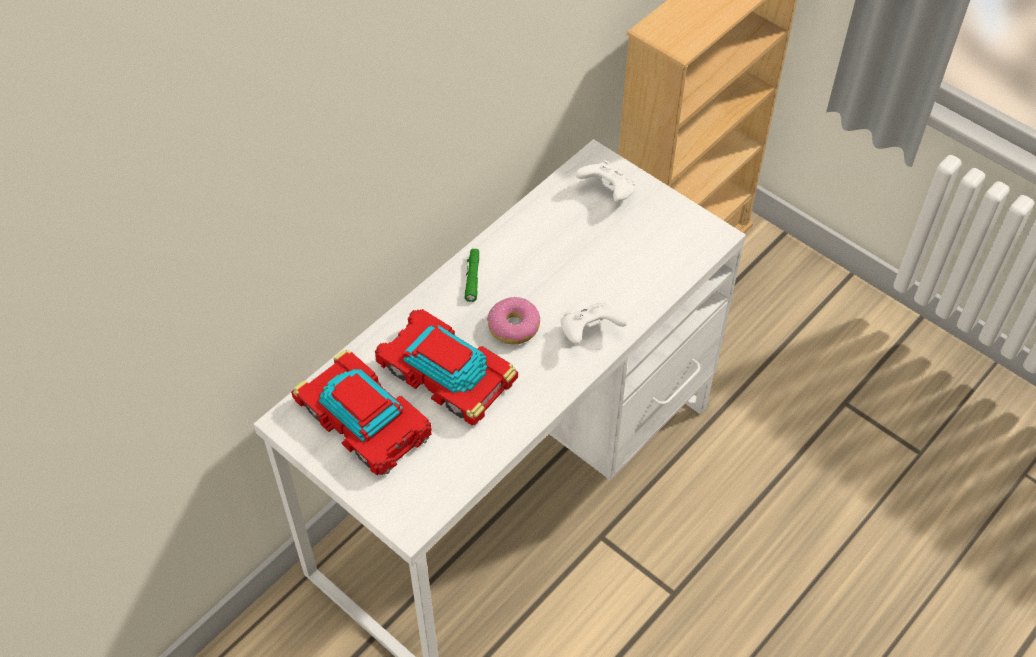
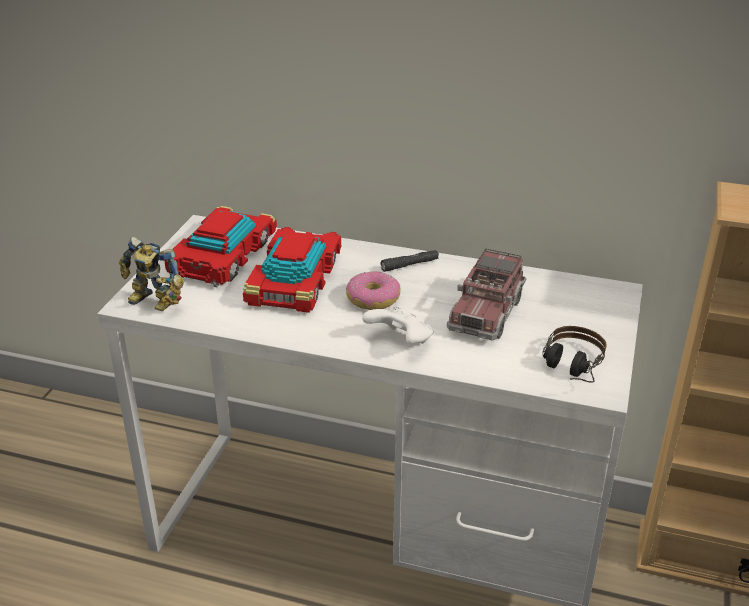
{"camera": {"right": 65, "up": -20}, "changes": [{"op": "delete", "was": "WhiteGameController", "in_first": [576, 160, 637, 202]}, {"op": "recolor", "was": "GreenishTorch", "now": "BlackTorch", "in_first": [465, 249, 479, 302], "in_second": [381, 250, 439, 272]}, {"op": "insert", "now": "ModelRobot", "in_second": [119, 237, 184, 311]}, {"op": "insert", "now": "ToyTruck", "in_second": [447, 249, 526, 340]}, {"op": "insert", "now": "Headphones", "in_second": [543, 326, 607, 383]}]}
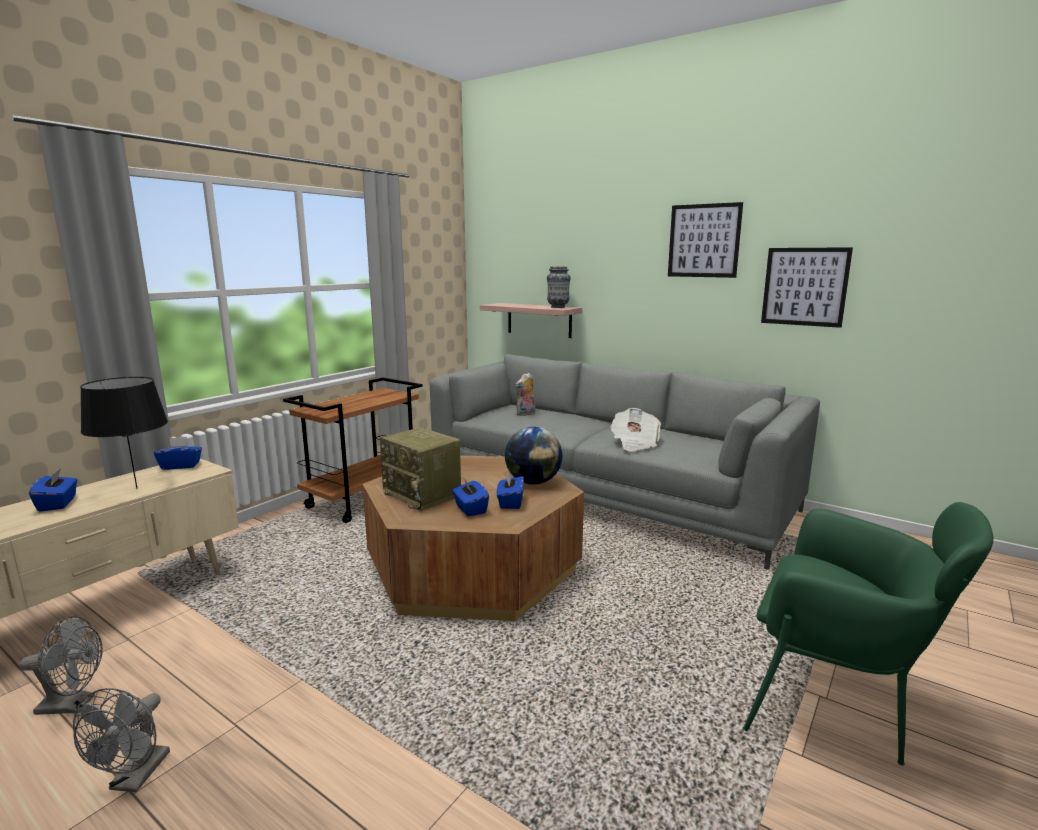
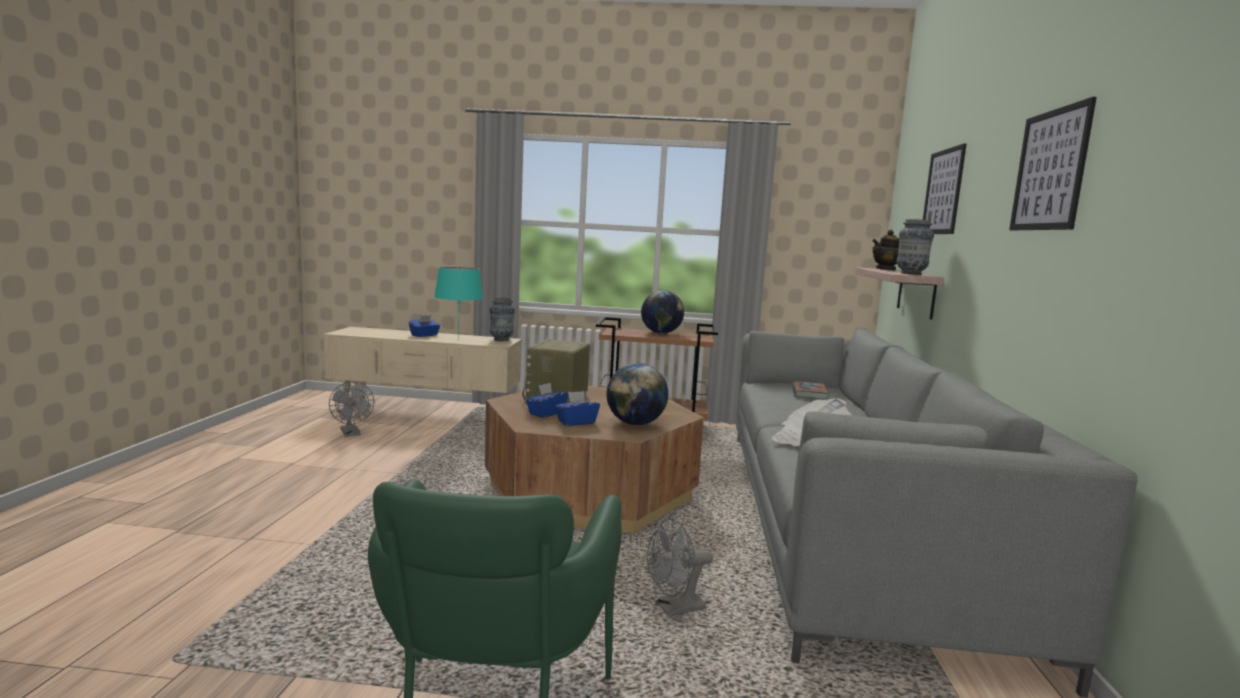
{"camera": {"right": 60, "up": -5}, "changes": [{"op": "move", "was": "WallArt", "in_first": [761, 247, 853, 328], "in_second": [923, 143, 967, 234]}, {"op": "replace", "was": "PlushToy", "now": "Book", "in_first": [515, 373, 535, 416], "in_second": [792, 381, 829, 400]}, {"op": "recolor", "was": "BlackTableLamp", "now": "TurquoiseColouredTableLamp", "in_first": [80, 377, 168, 489], "in_second": [434, 267, 483, 340]}, {"op": "replace", "was": "BlueColouredBoxOfTissues", "now": "Vase", "in_first": [154, 437, 202, 470], "in_second": [489, 297, 515, 341]}, {"op": "move", "was": "GreyFan", "in_first": [73, 688, 170, 792], "in_second": [647, 518, 713, 616]}, {"op": "insert", "now": "TeaPot", "in_second": [872, 230, 899, 270]}, {"op": "insert", "now": "DeskGlobe", "in_second": [641, 290, 684, 334]}]}
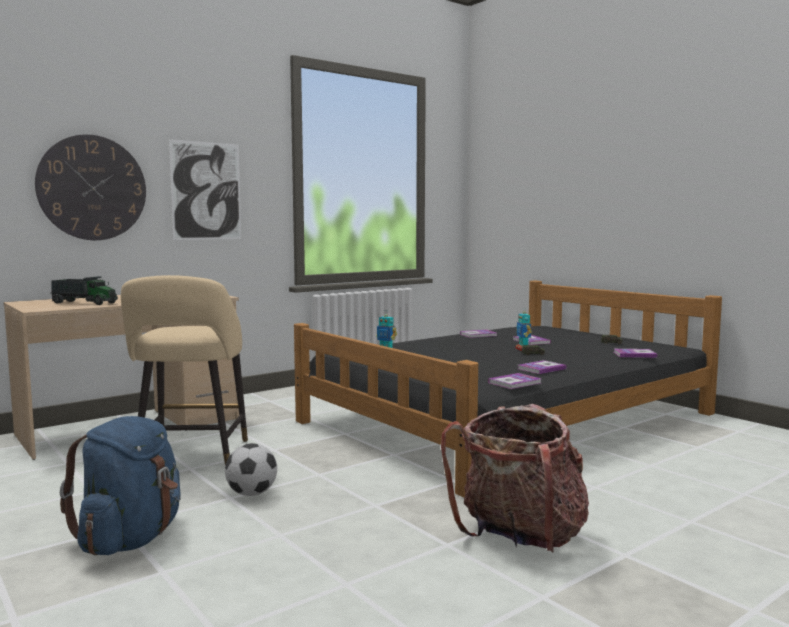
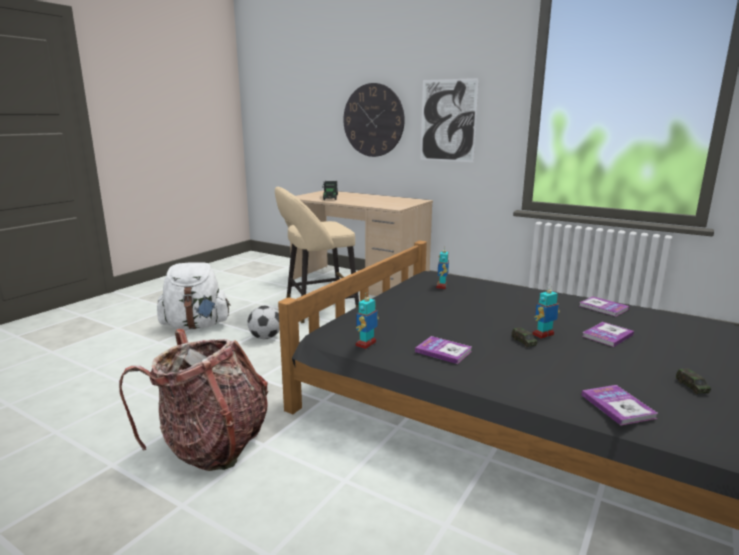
{"camera": {"right": 70, "up": 10}, "changes": [{"op": "replace", "was": "Book", "now": "ModelRobot", "in_first": [488, 373, 541, 389], "in_second": [356, 292, 379, 349]}, {"op": "recolor", "was": "BlueColouredKnapsack", "now": "WhiteKnapsack", "in_first": [60, 416, 181, 555], "in_second": [157, 263, 231, 330]}]}
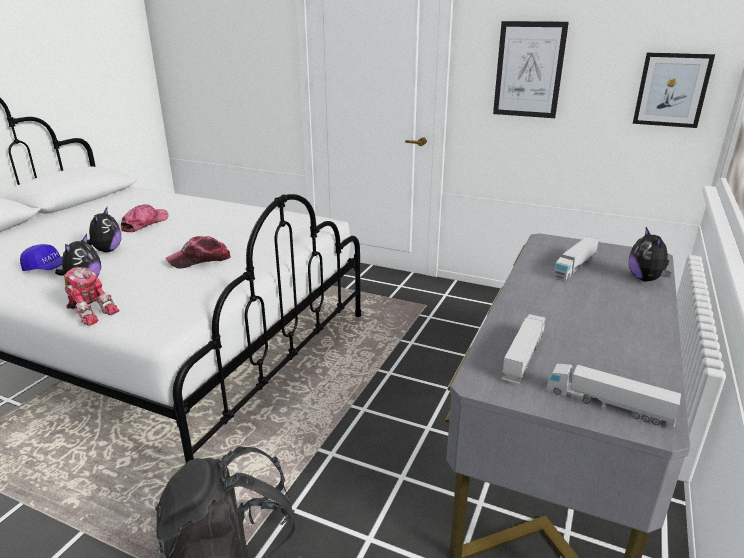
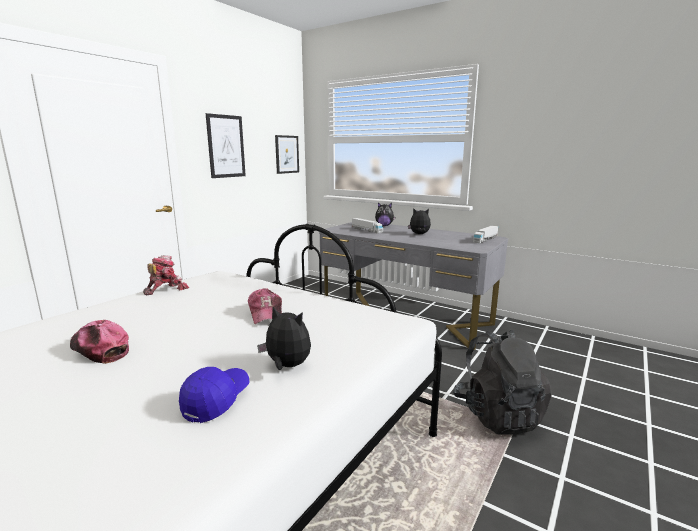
{"camera": {"right": -80, "up": -10}, "changes": [{"op": "move", "was": "PlushToy", "in_first": [81, 207, 121, 252], "in_second": [408, 208, 431, 234]}, {"op": "move", "was": "ModelRobot", "in_first": [64, 267, 119, 326], "in_second": [143, 255, 189, 295]}, {"op": "delete", "was": "ToyTruck", "in_first": [502, 314, 545, 384]}]}
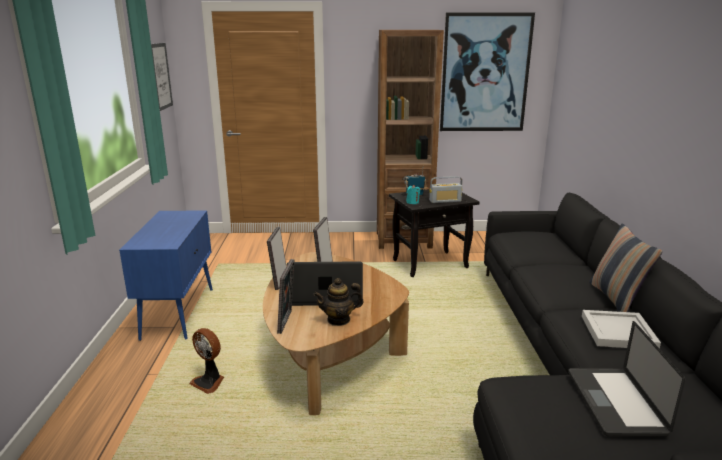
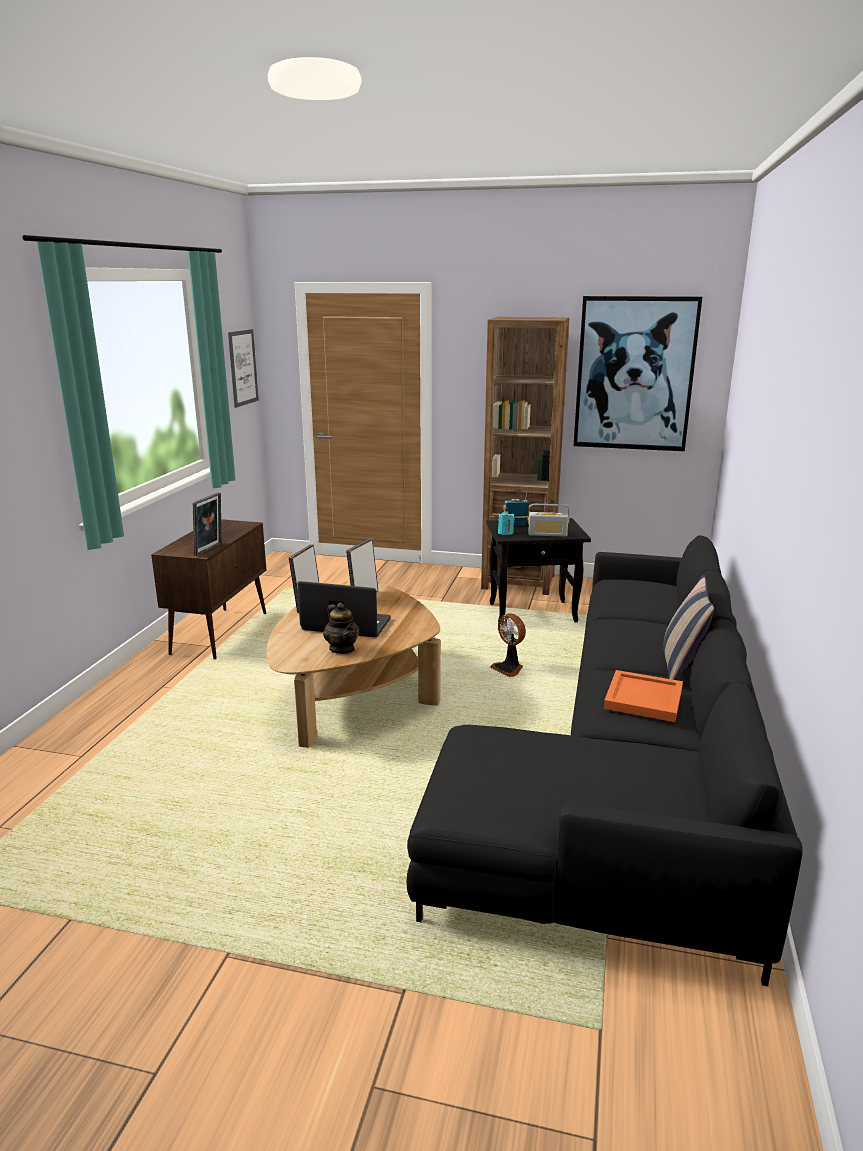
{"camera": {"right": 15, "up": 0}, "changes": [{"op": "recolor", "was": "BlueColouredCabinet", "now": "BrownCabinet", "in_first": [119, 210, 213, 341], "in_second": [151, 519, 266, 660]}, {"op": "move", "was": "PictureFrame", "in_first": [277, 259, 294, 334], "in_second": [193, 492, 221, 556]}, {"op": "rotate", "was": "TeaPot", "in_first": [313, 278, 364, 326], "in_second": [323, 603, 360, 654], "clockwise": -120}, {"op": "recolor", "was": "WhiteTray", "now": "OrangeyTray", "in_first": [582, 310, 661, 349], "in_second": [604, 670, 683, 722]}, {"op": "delete", "was": "Laptop", "in_first": [568, 321, 686, 437]}, {"op": "move", "was": "Fan", "in_first": [189, 328, 224, 394], "in_second": [490, 613, 526, 677]}]}
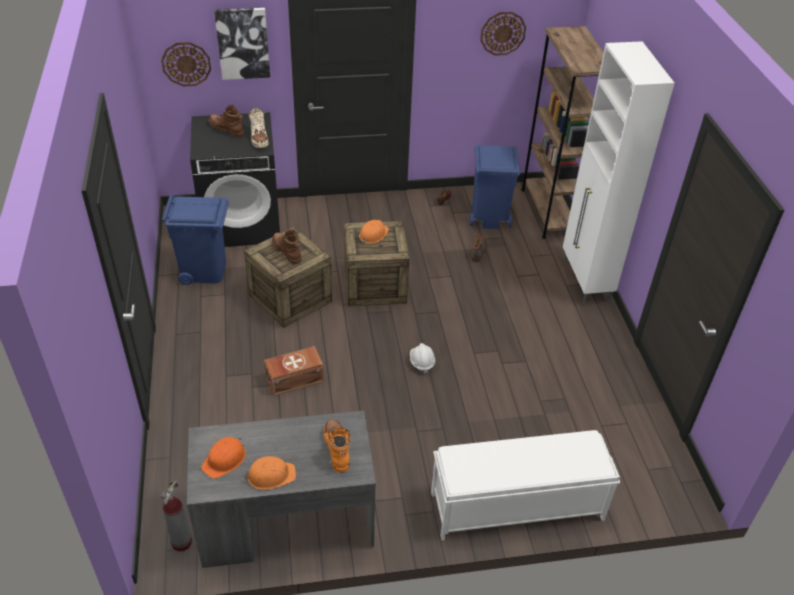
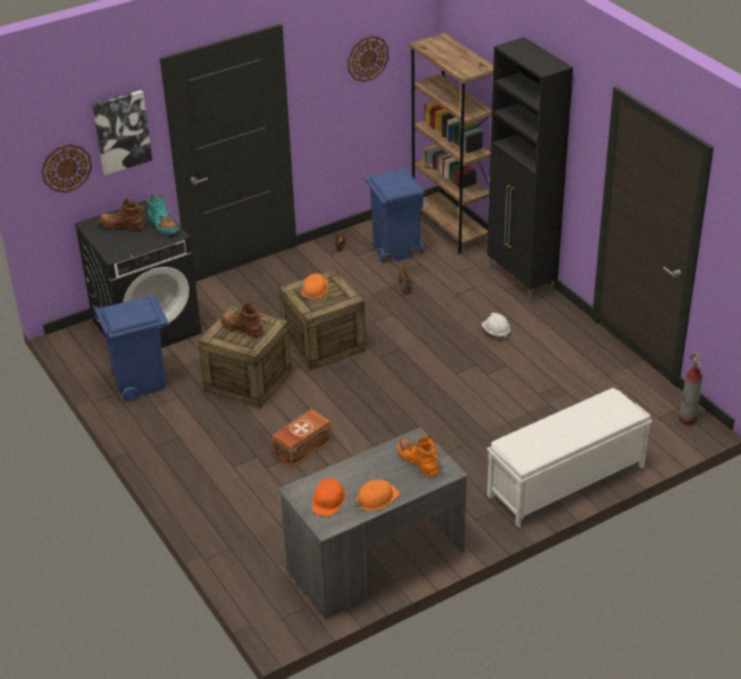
{"camera": {"right": -20, "up": -5}, "changes": [{"op": "recolor", "was": "WhiteCabinet", "now": "BlackCabinet", "in_first": [563, 41, 675, 305], "in_second": [487, 37, 573, 302]}, {"op": "recolor", "was": "BeigeHighTopBoot", "now": "TurquoiseColouredHighTopBoot", "in_first": [248, 107, 269, 148], "in_second": [146, 194, 179, 235]}, {"op": "move", "was": "WhiteWorkHelmet", "in_first": [410, 343, 435, 373], "in_second": [482, 313, 510, 339]}, {"op": "move", "was": "FireExtinguisher", "in_first": [160, 481, 192, 552], "in_second": [679, 351, 702, 425]}]}
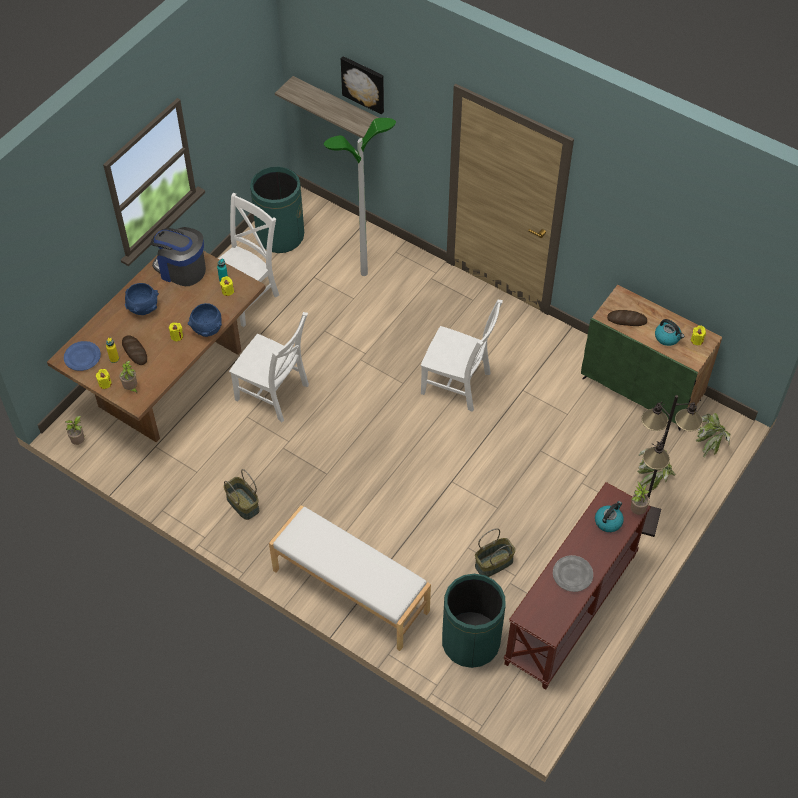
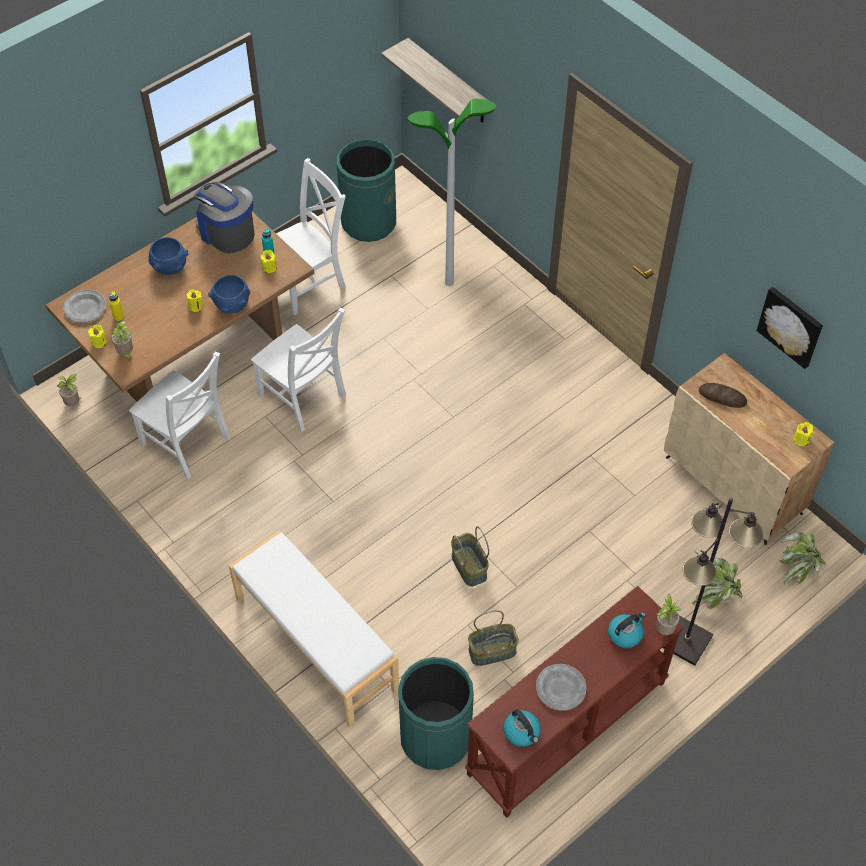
{"camera": {"right": 15, "up": 0}, "changes": [{"op": "move", "was": "WallArt", "in_first": [341, 56, 384, 114], "in_second": [757, 287, 823, 369]}, {"op": "recolor", "was": "GreenishCabinet", "now": "BeigeCabinet", "in_first": [581, 285, 722, 431], "in_second": [664, 353, 835, 545]}, {"op": "move", "was": "WhiteChair", "in_first": [421, 300, 503, 412], "in_second": [129, 352, 231, 479]}, {"op": "move", "was": "TeaKettle", "in_first": [655, 319, 684, 346], "in_second": [503, 709, 541, 747]}, {"op": "delete", "was": "BakedBread", "in_first": [122, 335, 147, 365]}, {"op": "recolor", "was": "BlueColouredPlate", "now": "GreyPlate", "in_first": [64, 341, 101, 371], "in_second": [63, 290, 106, 323]}, {"op": "move", "was": "Basket", "in_first": [224, 469, 259, 520], "in_second": [451, 526, 489, 587]}]}
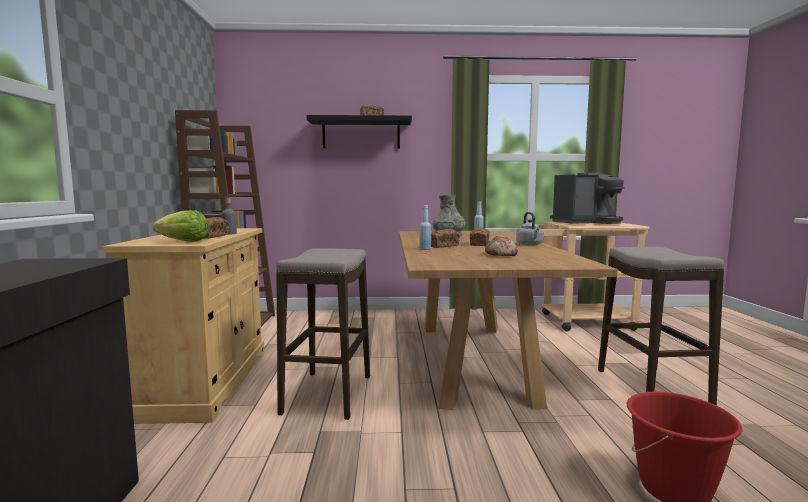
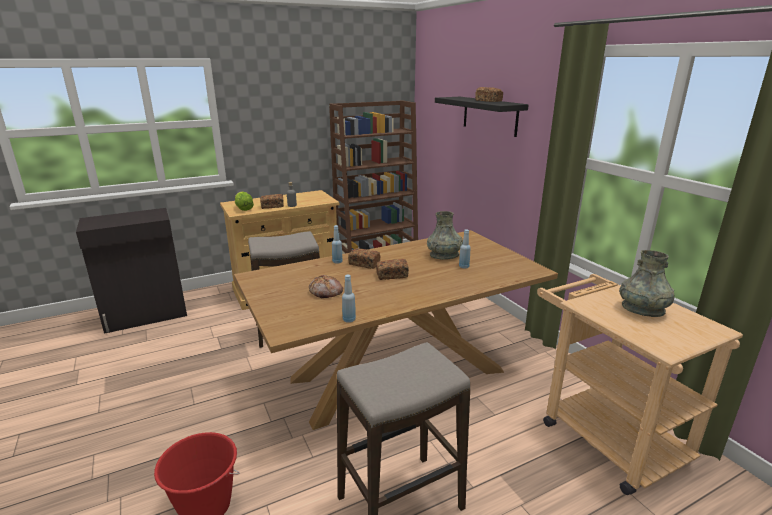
{"camera": {"right": 65, "up": 15}, "changes": [{"op": "replace", "was": "CoffeeMachine", "now": "GreyVase", "in_first": [550, 173, 625, 224], "in_second": [619, 250, 674, 317]}, {"op": "delete", "was": "GreyTeaKettle", "in_first": [516, 212, 543, 245]}, {"op": "insert", "now": "BlueColouredBottle", "in_second": [342, 275, 356, 323]}]}
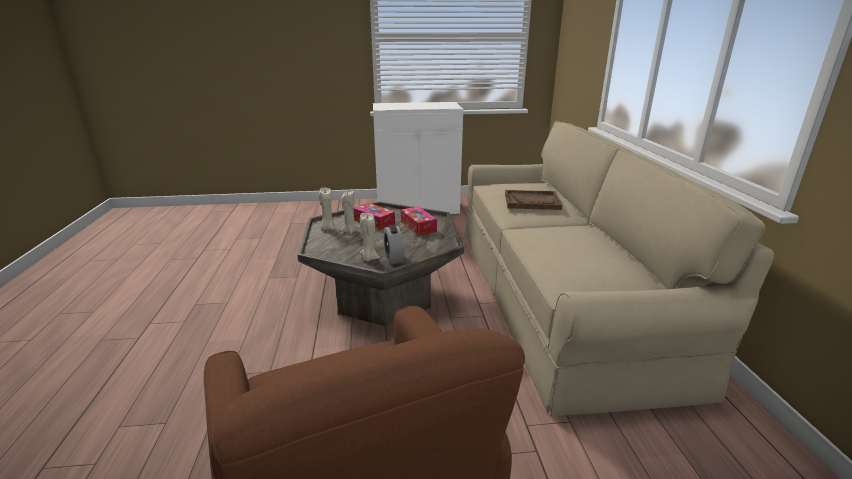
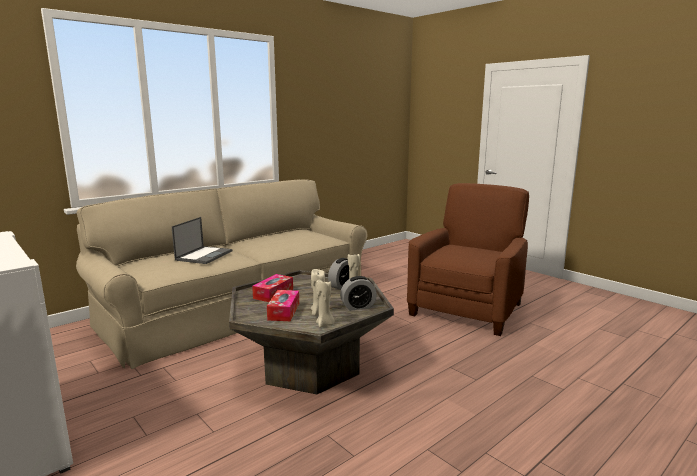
{"camera": {"right": -125, "up": -10}, "changes": [{"op": "replace", "was": "BrownTray", "now": "Laptop", "in_first": [505, 190, 562, 210], "in_second": [172, 217, 232, 264]}, {"op": "insert", "now": "TableClock", "in_second": [340, 276, 377, 311]}]}
